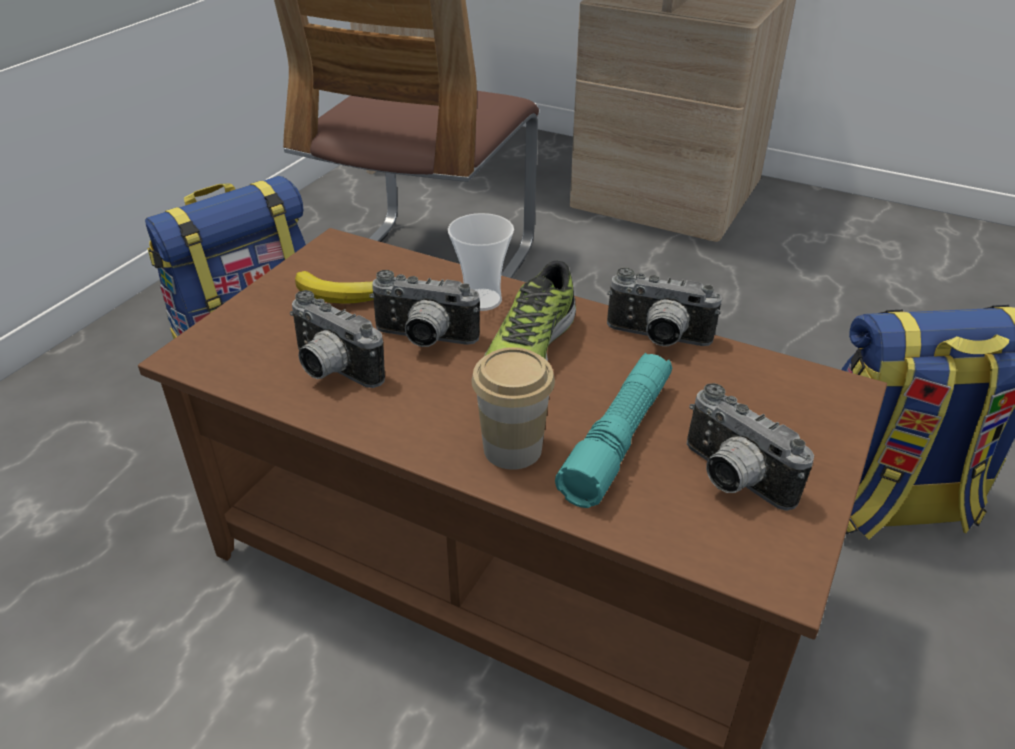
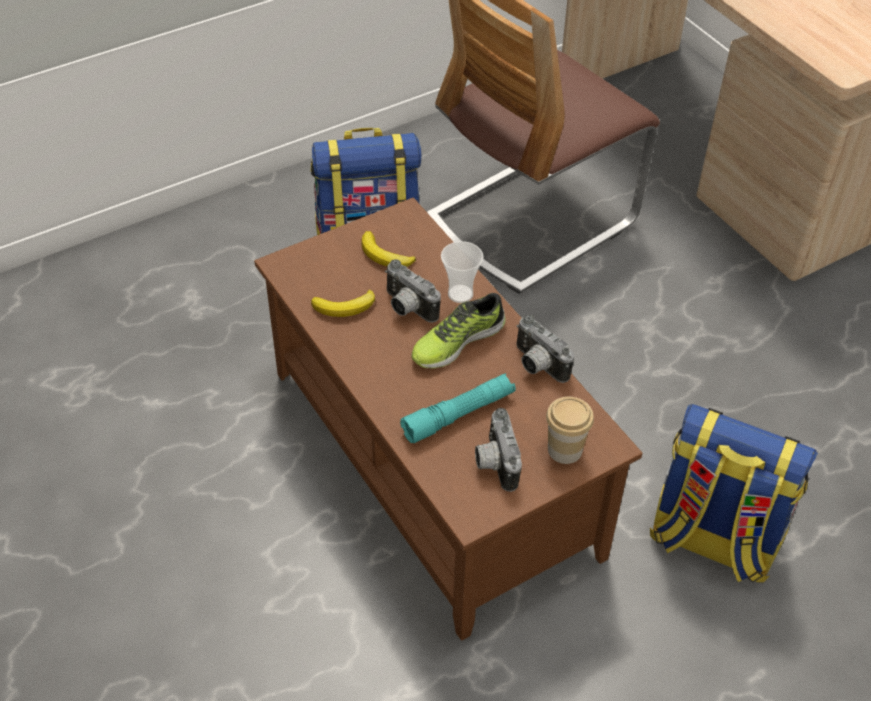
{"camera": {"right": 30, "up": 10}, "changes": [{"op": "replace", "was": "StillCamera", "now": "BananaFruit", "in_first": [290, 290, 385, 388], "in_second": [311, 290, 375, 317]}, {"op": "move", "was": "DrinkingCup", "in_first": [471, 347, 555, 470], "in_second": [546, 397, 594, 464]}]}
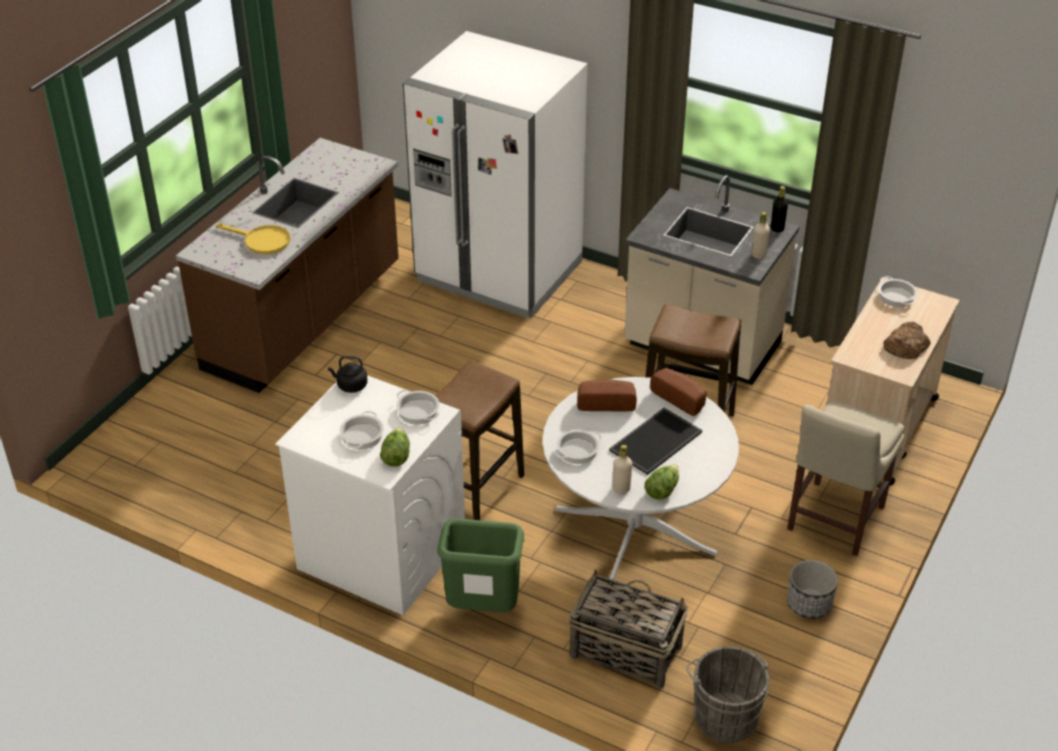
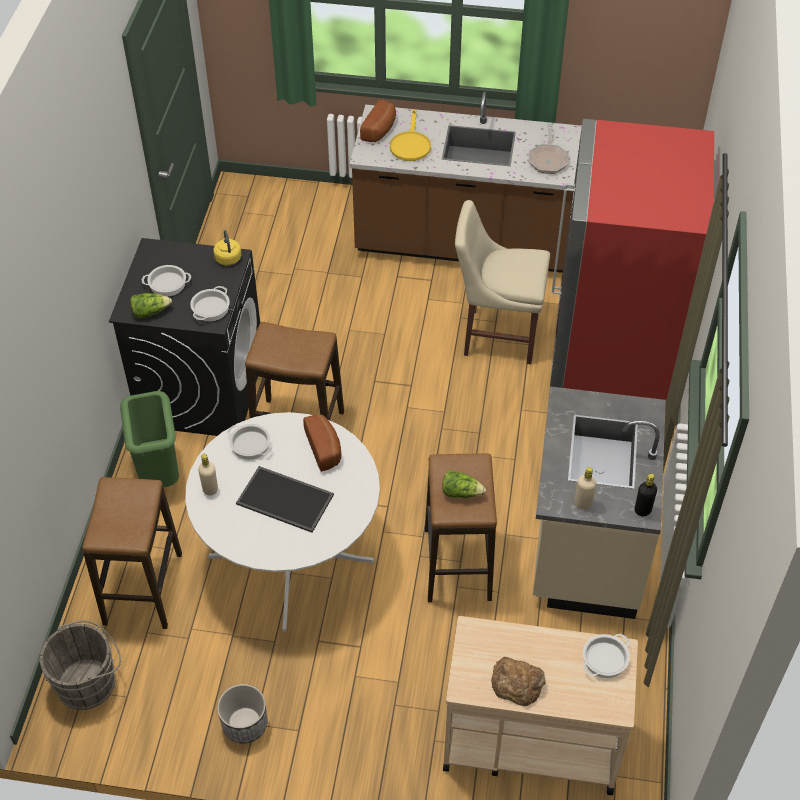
{"camera": {"right": 70, "up": 10}, "changes": [{"op": "recolor", "was": "WhiteFridge", "now": "ReddishFridge", "in_first": [403, 31, 588, 318], "in_second": [550, 119, 714, 400]}, {"op": "recolor", "was": "BlackTeaKettle", "now": "YellowTeaKettle", "in_first": [328, 356, 367, 393], "in_second": [214, 230, 241, 265]}, {"op": "move", "was": "BakedBread", "in_first": [650, 368, 707, 416], "in_second": [360, 99, 396, 142]}, {"op": "recolor", "was": "WhiteLaundryMachine", "now": "BlackLaundryMachine", "in_first": [276, 375, 465, 615], "in_second": [109, 238, 260, 436]}, {"op": "move", "was": "BeigeChair", "in_first": [787, 400, 904, 556], "in_second": [455, 200, 550, 364]}, {"op": "move", "was": "LettuceHead", "in_first": [645, 464, 679, 500], "in_second": [442, 470, 486, 498]}, {"op": "replace", "was": "Basket", "now": "StoolSeat", "in_first": [568, 569, 688, 689], "in_second": [82, 477, 182, 629]}, {"op": "insert", "now": "FryingPan", "in_second": [529, 124, 569, 174]}]}
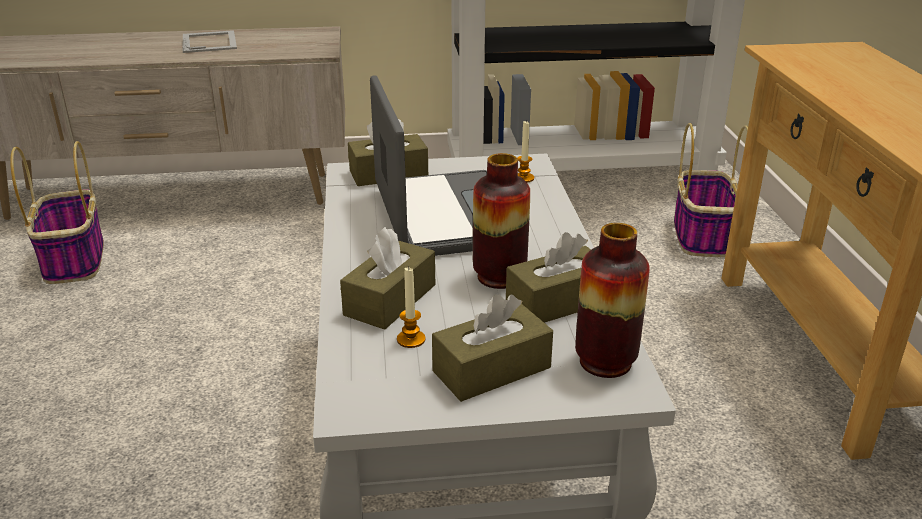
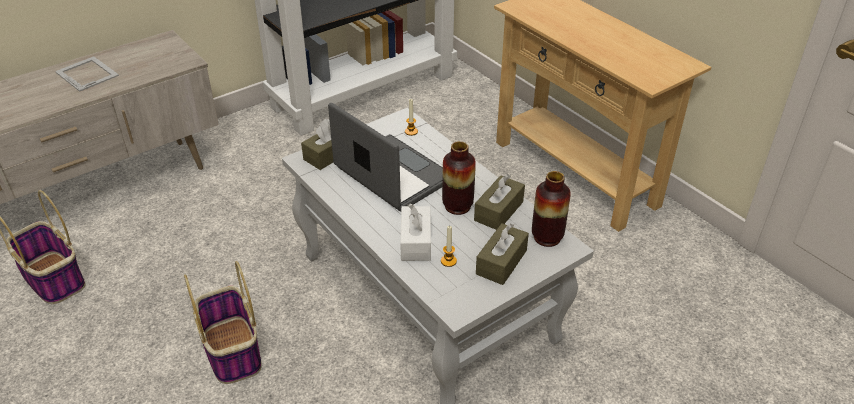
{"camera": {"right": -30, "up": 10}, "changes": [{"op": "move", "was": "Basket", "in_first": [674, 123, 748, 257], "in_second": [184, 261, 262, 384]}, {"op": "recolor", "was": "BrownBoxOfTissues", "now": "WhiteBoxOfTissues", "in_first": [340, 227, 435, 330], "in_second": [400, 204, 431, 261]}]}
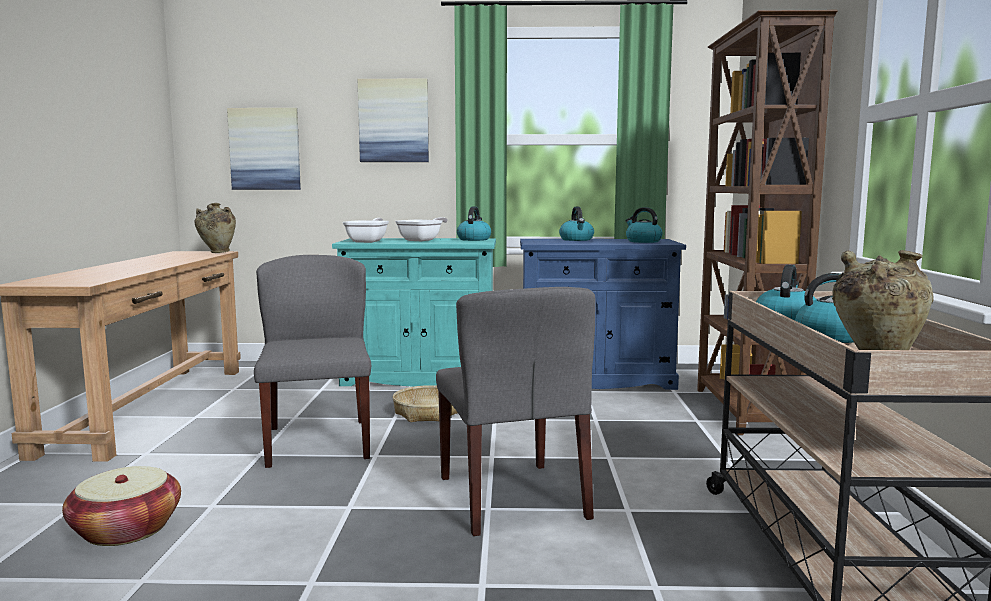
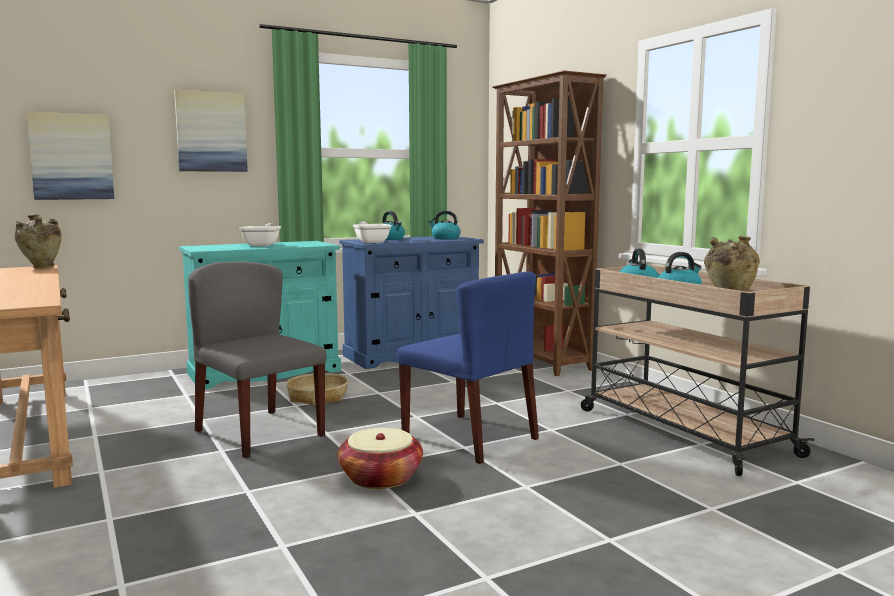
{"camera": {"right": -30, "up": 0}, "changes": [{"op": "delete", "was": "TeaKettle", "in_first": [457, 207, 491, 241]}, {"op": "move", "was": "FryingPan", "in_first": [343, 218, 389, 243], "in_second": [353, 222, 392, 243]}, {"op": "recolor", "was": "GreyChair", "now": "BlueColouredChair", "in_first": [436, 287, 595, 536], "in_second": [397, 271, 539, 464]}, {"op": "move", "was": "Basket", "in_first": [62, 466, 181, 546], "in_second": [338, 428, 423, 489]}]}
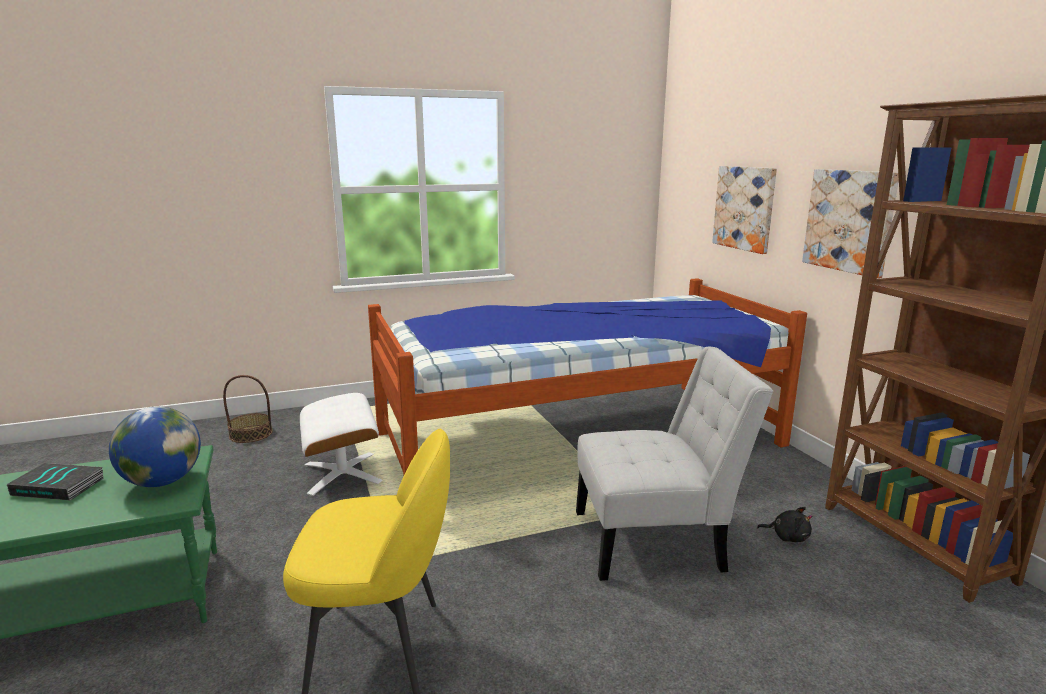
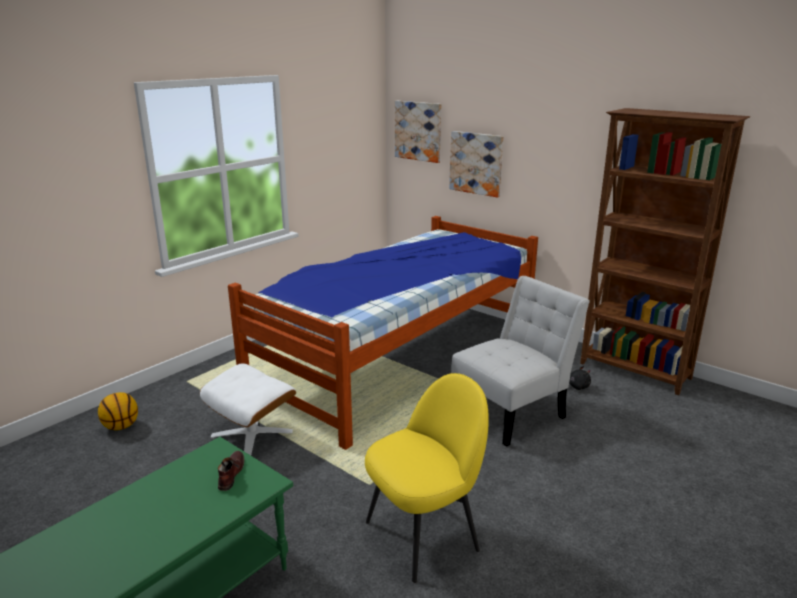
{"camera": {"right": -30, "up": 5}, "changes": [{"op": "move", "was": "WallArt", "in_first": [802, 169, 899, 278], "in_second": [395, 101, 441, 163]}, {"op": "replace", "was": "Basket", "now": "BallForBasketball", "in_first": [223, 375, 273, 443], "in_second": [98, 392, 138, 430]}, {"op": "replace", "was": "DeskGlobe", "now": "BrownLowShoe", "in_first": [109, 407, 201, 487], "in_second": [218, 451, 244, 491]}, {"op": "delete", "was": "Book", "in_first": [7, 463, 103, 500]}]}
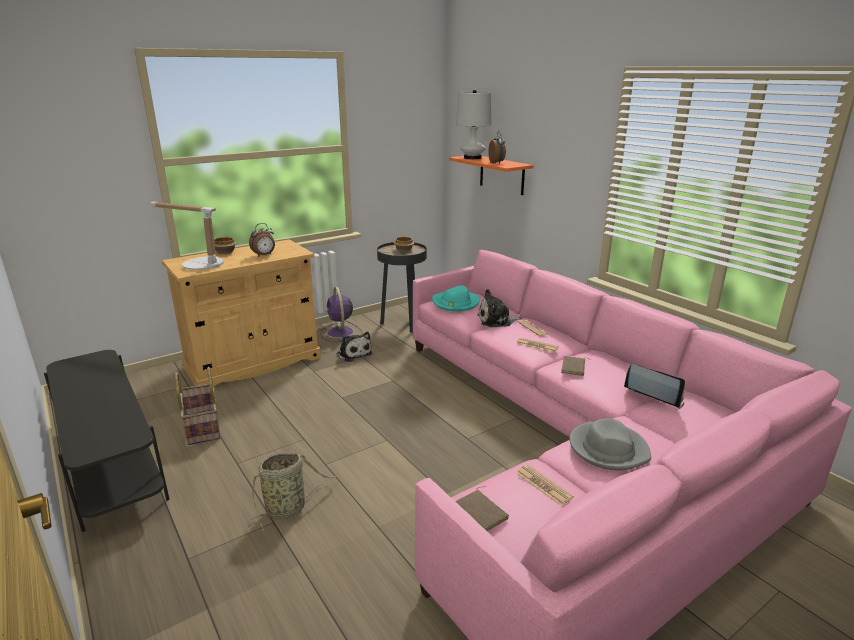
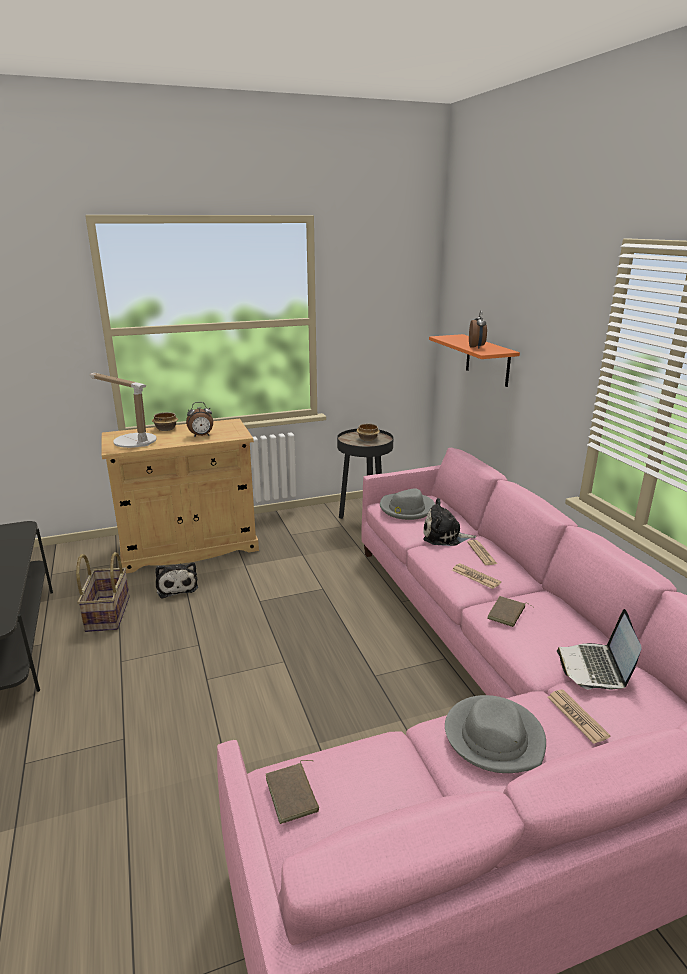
{"camera": {"right": 15, "up": 0}, "changes": [{"op": "delete", "was": "WhiteTableLamp", "in_first": [456, 90, 491, 159]}, {"op": "recolor", "was": "TurquoiseColouredHat", "now": "GreyHat", "in_first": [432, 286, 480, 312], "in_second": [380, 488, 435, 520]}, {"op": "delete", "was": "PurpleFan", "in_first": [320, 287, 362, 342]}, {"op": "move", "was": "PlushToy", "in_first": [337, 332, 372, 362], "in_second": [155, 562, 198, 599]}, {"op": "rotate", "was": "Laptop", "in_first": [624, 364, 685, 409], "in_second": [557, 609, 642, 690], "clockwise": -135}, {"op": "delete", "was": "Basket", "in_first": [246, 452, 337, 531]}, {"op": "move", "was": "DailyPaper", "in_first": [516, 465, 573, 506], "in_second": [548, 690, 611, 744]}]}
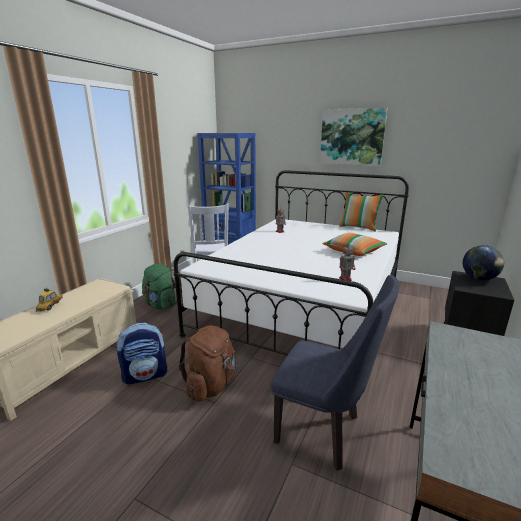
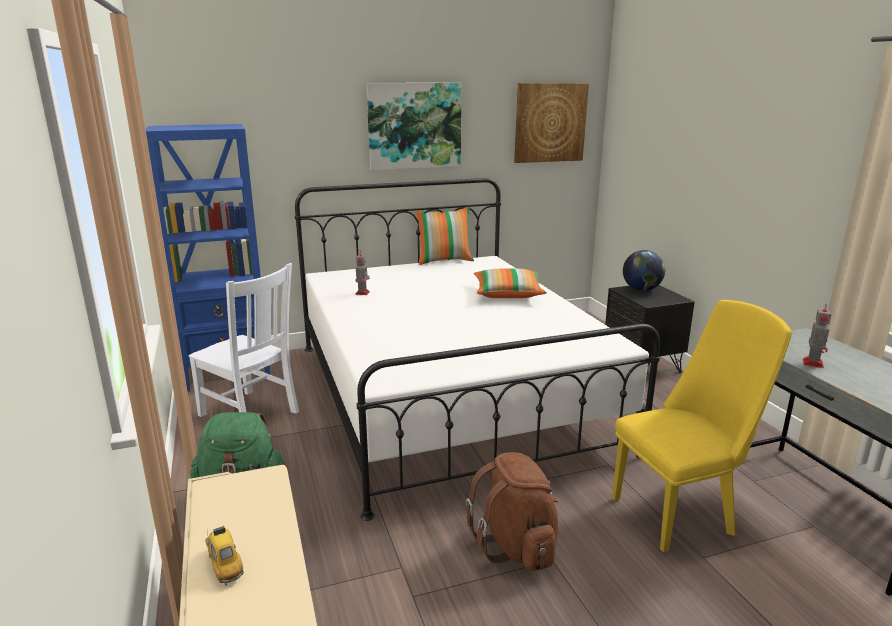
{"camera": {"right": -45, "up": 0}, "changes": [{"op": "move", "was": "ModelRobot", "in_first": [339, 243, 355, 281], "in_second": [803, 305, 831, 368]}, {"op": "recolor", "was": "BlueColouredChair", "now": "YellowChair", "in_first": [271, 275, 399, 471], "in_second": [612, 300, 792, 552]}, {"op": "delete", "was": "Knapsack", "in_first": [117, 323, 167, 384]}, {"op": "insert", "now": "WallArt", "in_second": [514, 83, 589, 163]}]}
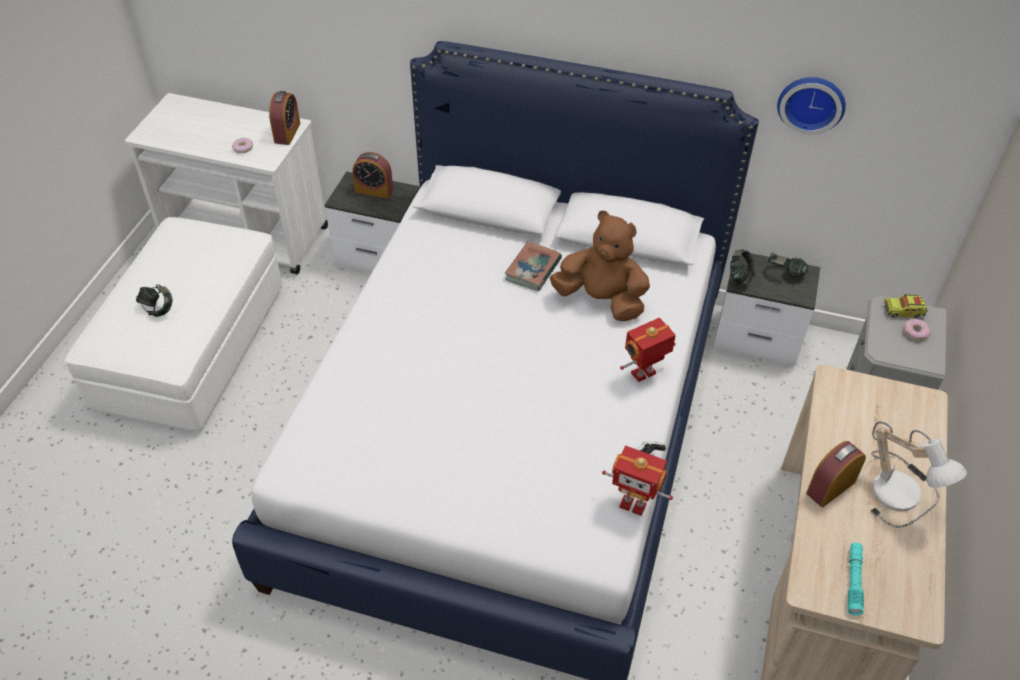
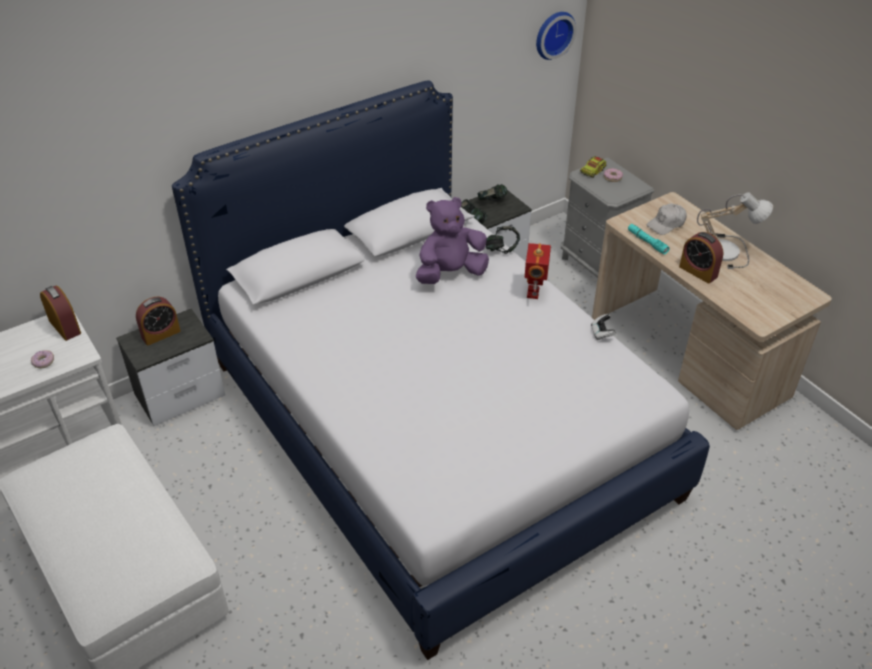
{"camera": {"right": -50, "up": -5}, "changes": [{"op": "move", "was": "WallClock", "in_first": [777, 77, 846, 135], "in_second": [536, 12, 576, 60]}, {"op": "recolor", "was": "BrownPlushToy", "now": "PurplePlushToy", "in_first": [550, 211, 650, 321], "in_second": [416, 197, 489, 284]}, {"op": "delete", "was": "Book", "in_first": [505, 241, 562, 291]}, {"op": "move", "was": "Headphones", "in_first": [136, 284, 172, 317], "in_second": [486, 226, 520, 254]}, {"op": "rotate", "was": "TableClock", "in_first": [806, 441, 866, 507], "in_second": [679, 232, 723, 284], "clockwise": -45}, {"op": "delete", "was": "ModelRobot", "in_first": [602, 446, 673, 516]}, {"op": "move", "was": "TurquoiseColouredTorch", "in_first": [848, 543, 864, 616], "in_second": [628, 224, 670, 254]}, {"op": "insert", "now": "WhiteBaseballCap", "in_second": [646, 203, 687, 235]}]}
